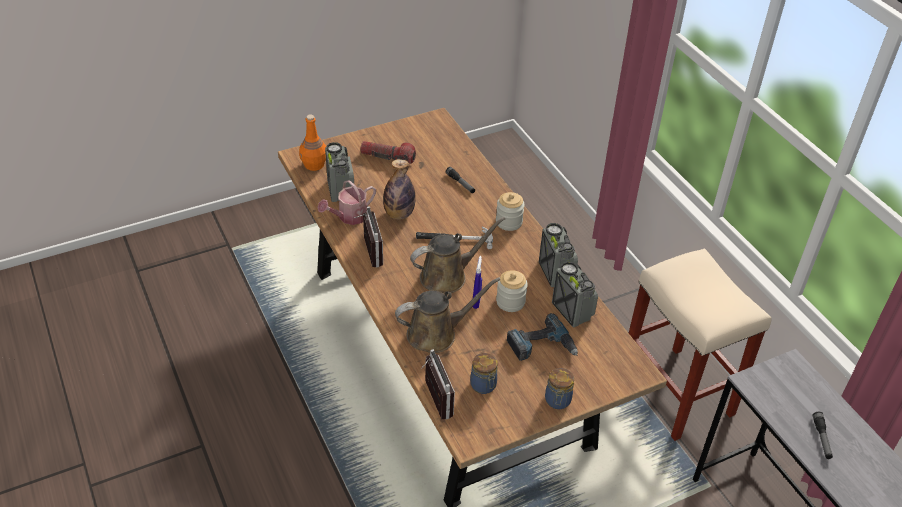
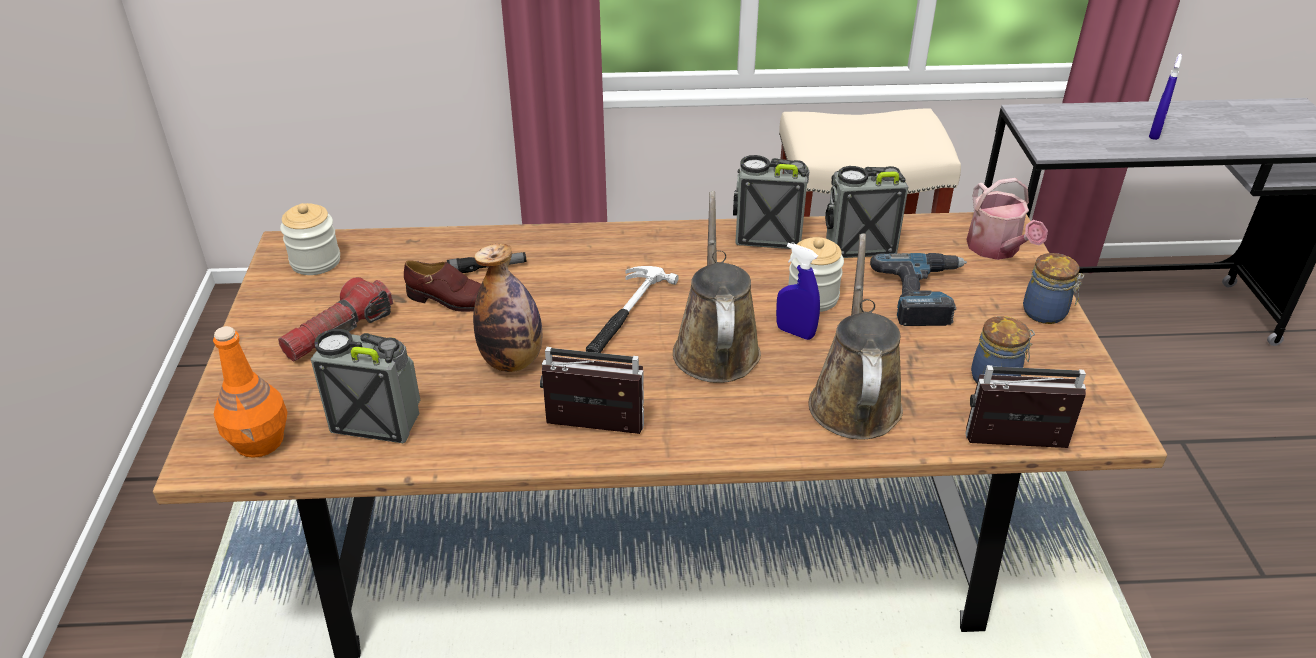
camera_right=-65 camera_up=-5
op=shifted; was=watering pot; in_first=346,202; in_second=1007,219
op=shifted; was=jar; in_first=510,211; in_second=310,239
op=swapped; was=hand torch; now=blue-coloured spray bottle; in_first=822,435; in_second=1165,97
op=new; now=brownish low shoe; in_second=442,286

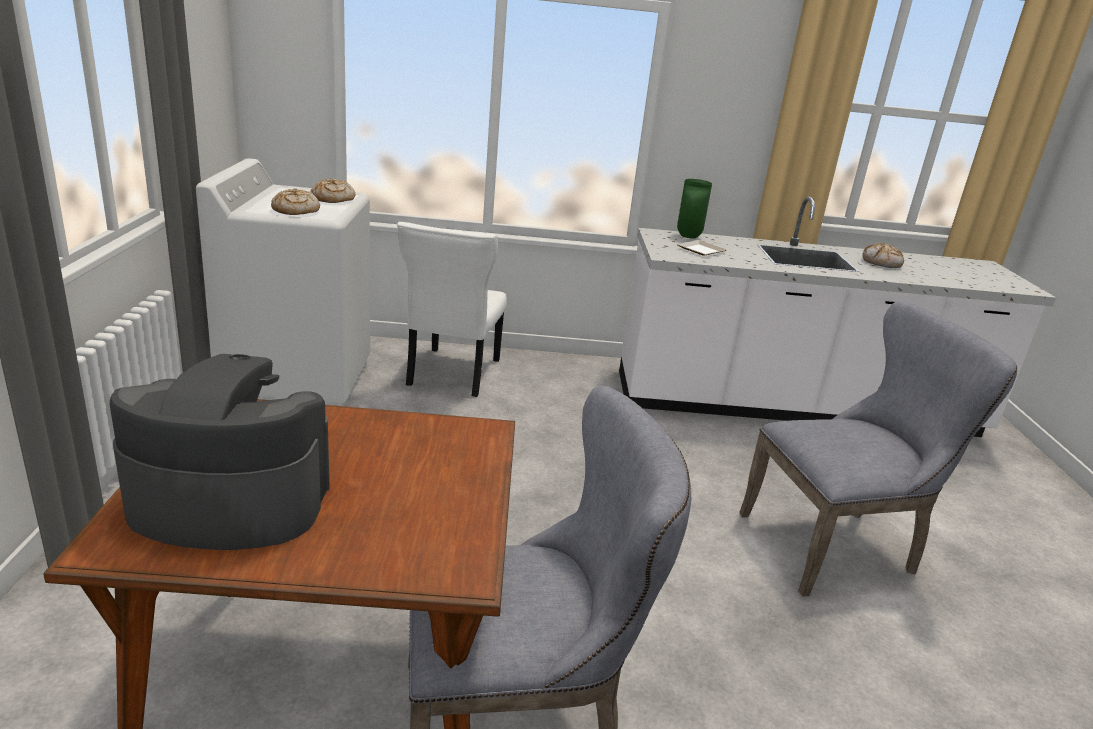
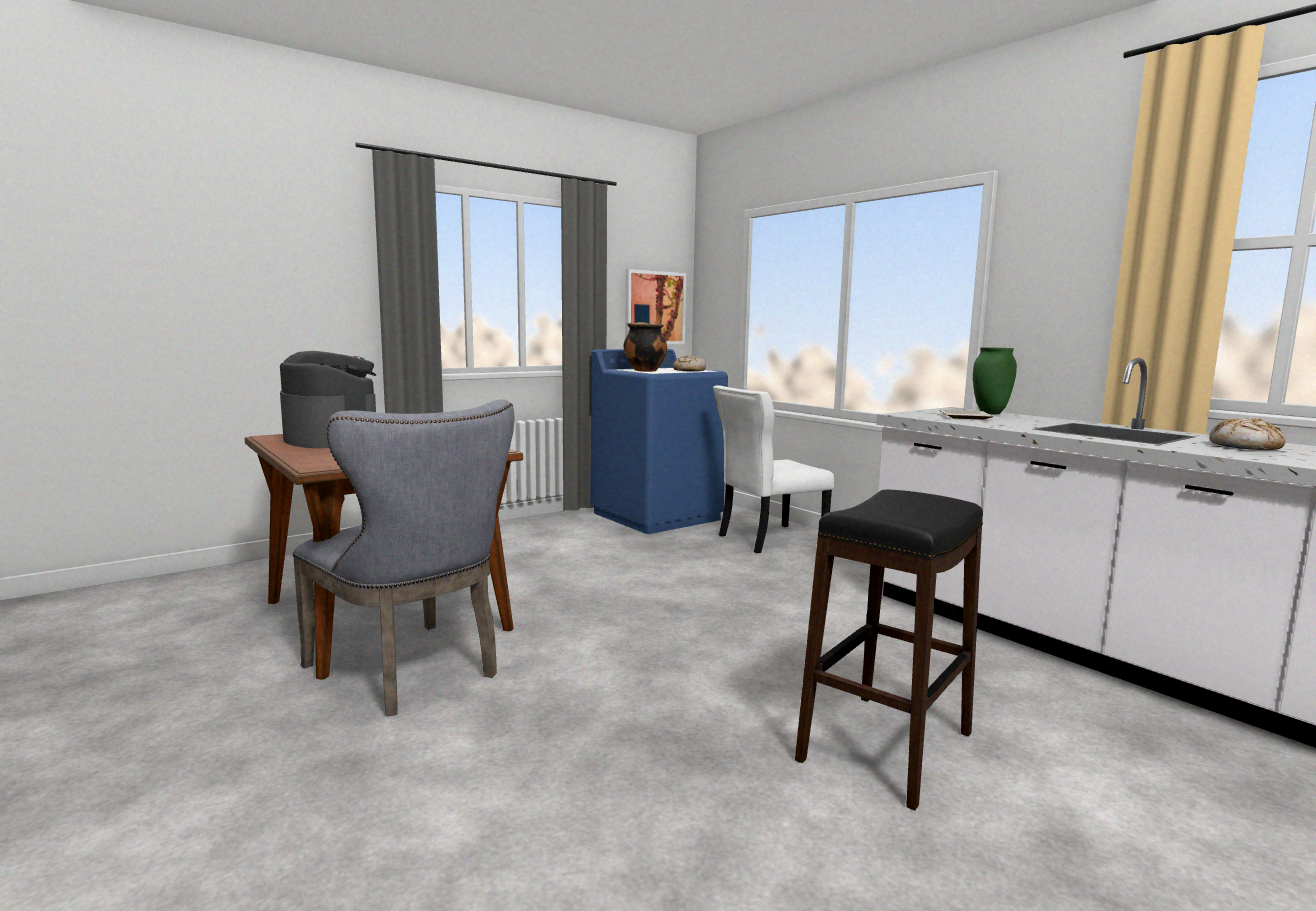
camera_right=55 camera_up=-15
op=repainted; was=whitish laundry machine; now=blue-coloured laundry machine; in_first=283,282; in_second=659,441
op=swapped; was=baked bread; now=saucepot; in_first=295,201; in_second=645,347
op=swapped; was=grey plain chair; now=black-coloured stool seat; in_first=878,448; in_second=889,650
op=new; now=picture; in_second=655,306

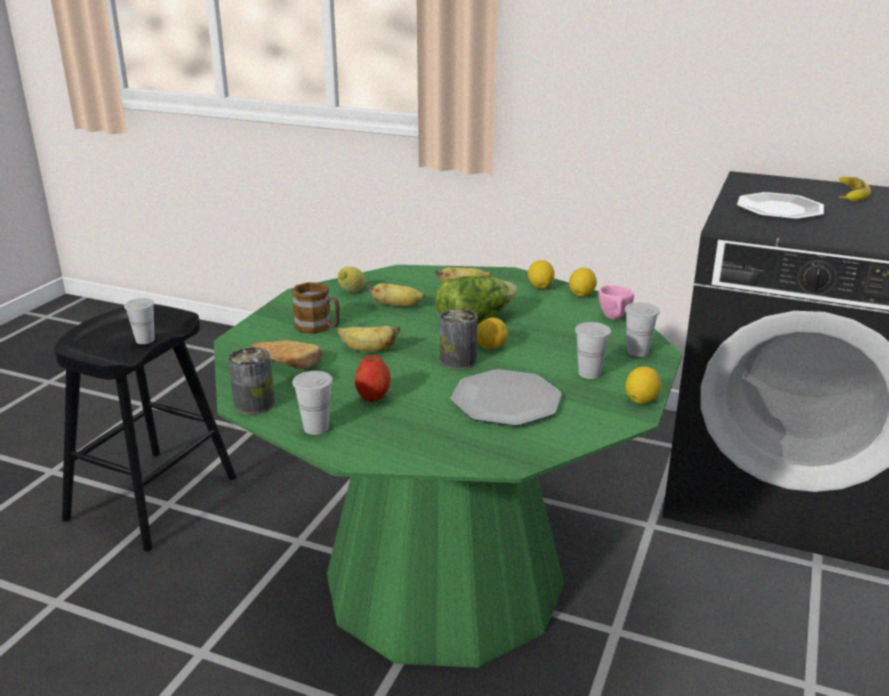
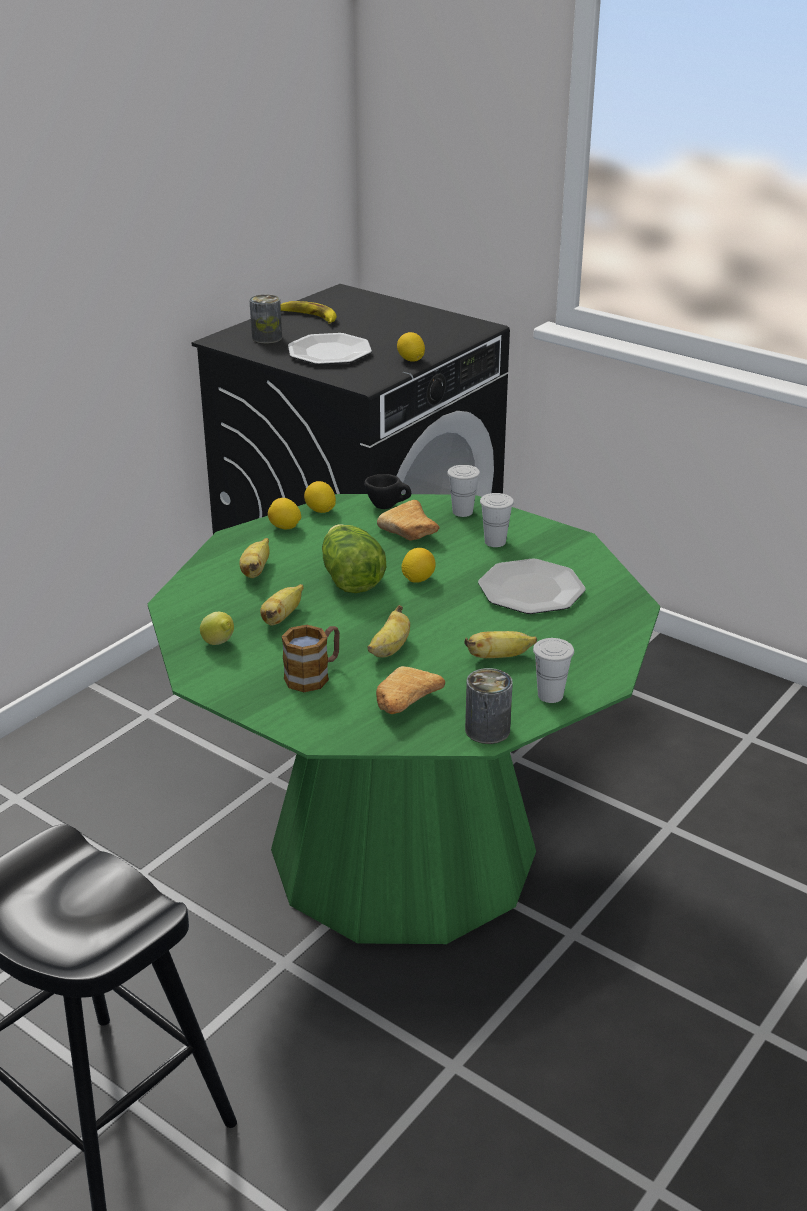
camera_right=-75 camera_up=5
op=gone; was=whitish drinking cup; in_first=139,321
op=swapped; was=apple fruit; now=banana fruit; in_first=373,378; in_second=500,644
op=shifted; was=metal can; in_first=458,338; in_second=266,319
op=repainted; was=pink-coloured drinking cup; now=black-coloured drinking cup; in_first=616,302; in_second=387,491
op=shifted; was=whole lemon; in_first=643,385; in_second=411,347
op=new; now=baked bread; in_second=408,520

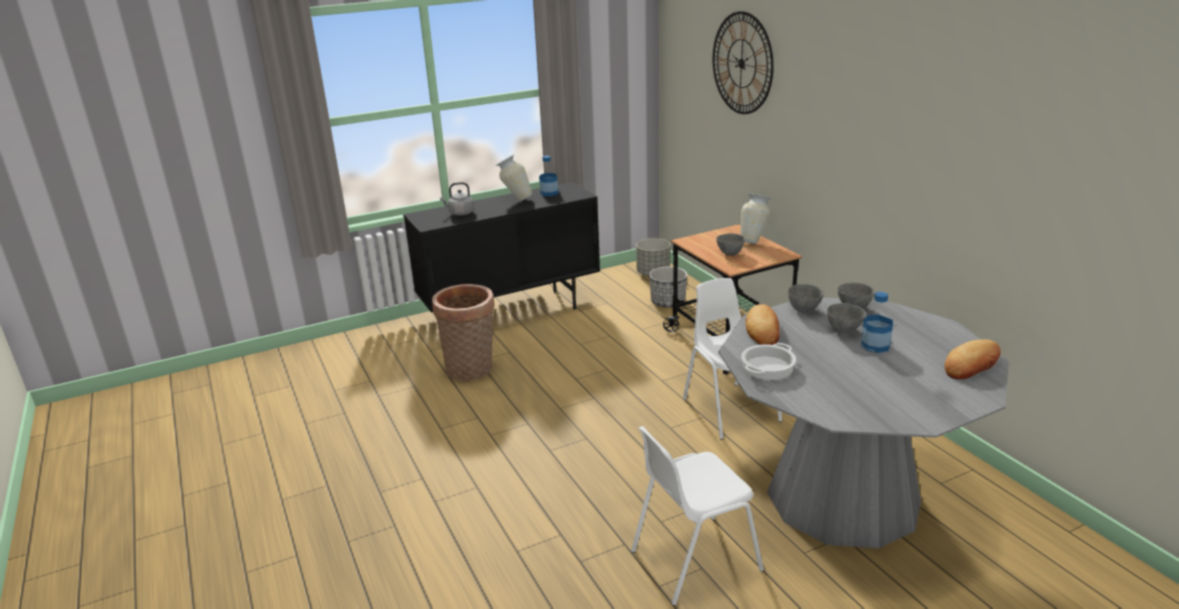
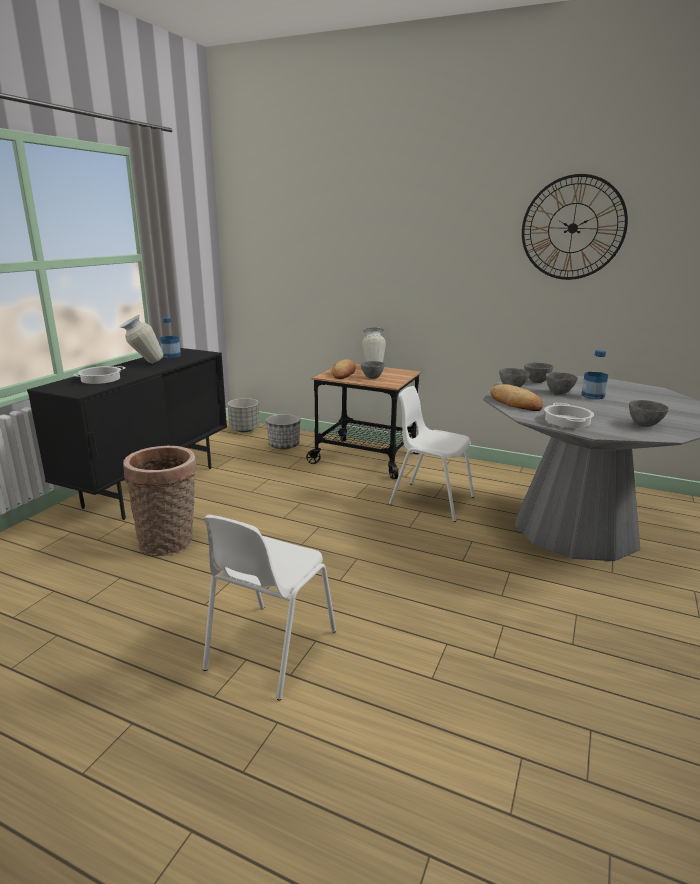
camera_right=-40 camera_up=-5
op=swapped; was=grey kettle; now=saucepot; in_first=457,198; in_second=99,375
op=shifted; was=whitish plain chair; in_first=697,516; in_second=269,607
op=shifted; was=wall clock; in_first=743,62; in_second=575,227
op=shifted; was=baked bread; in_first=973,359; in_second=344,369
op=new; now=grey bowl; in_second=649,413

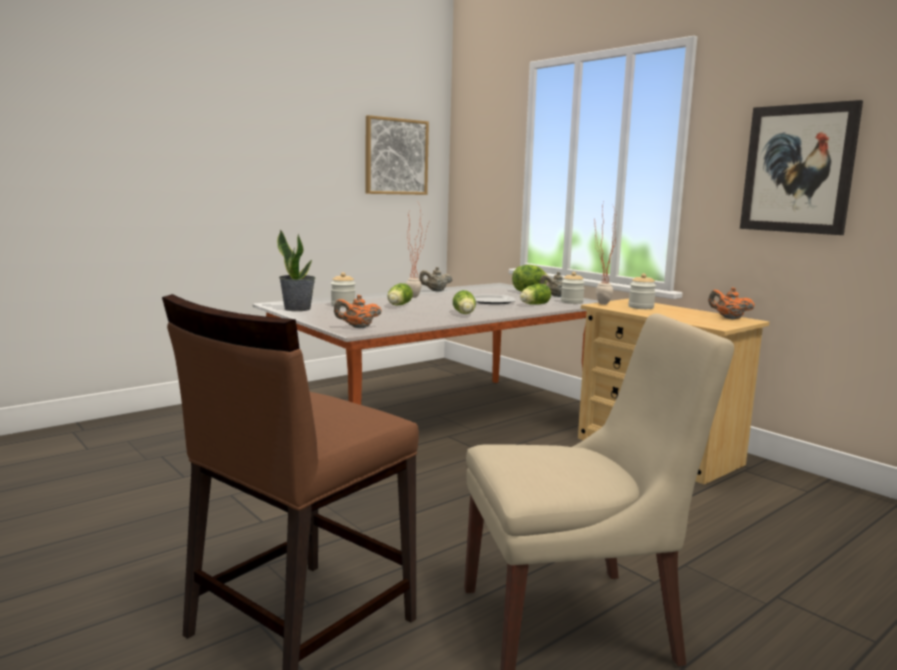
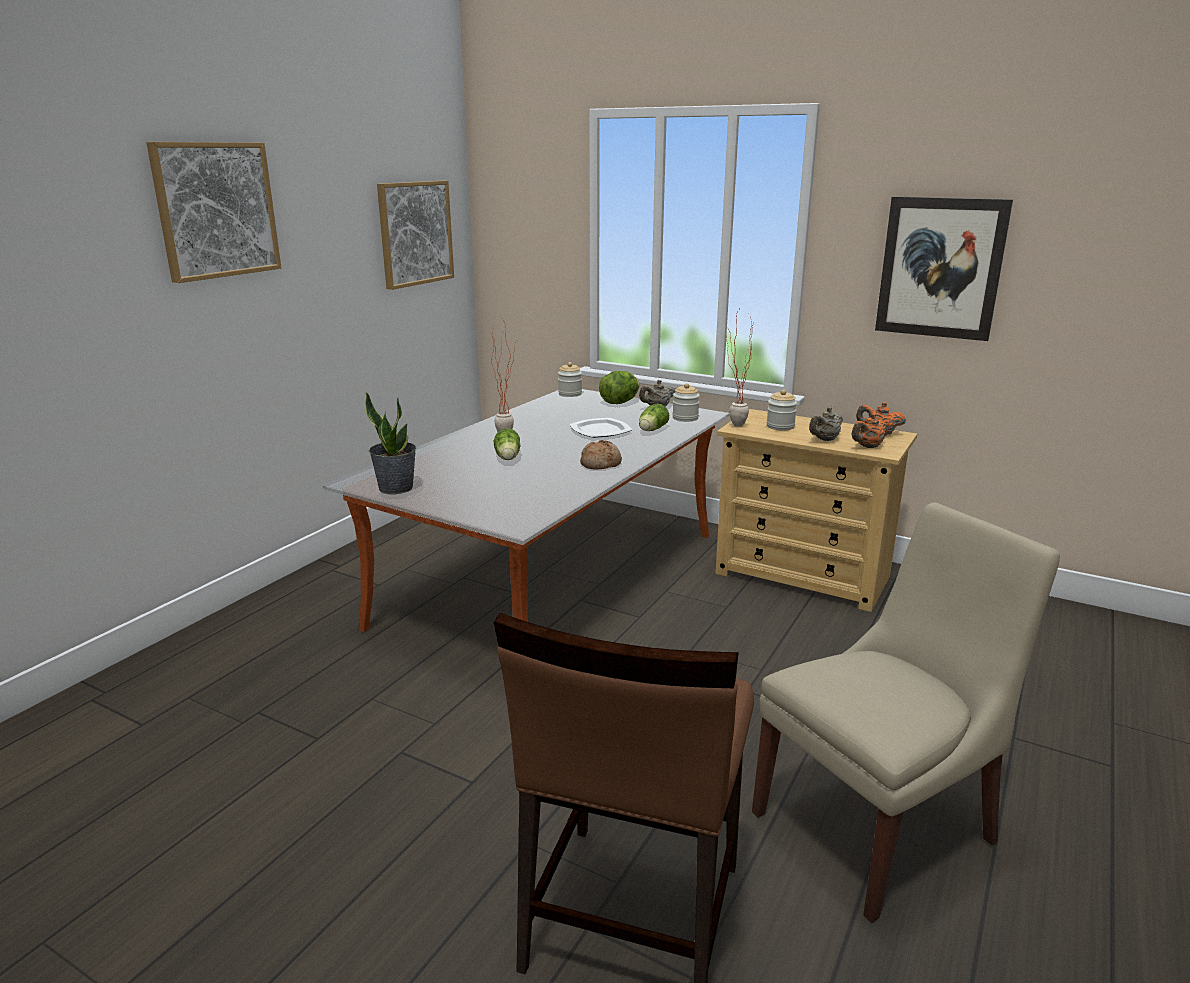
camera_right=-20 camera_up=10
op=shifted; was=jar; in_first=343,289; in_second=570,379
op=shifted; was=orange-coloured pot for tea; in_first=358,311; in_second=869,431
op=shifted; was=sand-coloured pot for tea; in_first=436,279; in_second=826,424
op=swapped; was=head of lettuce; now=baked bread; in_first=464,302; in_second=601,455
op=new; now=picture; in_second=213,212

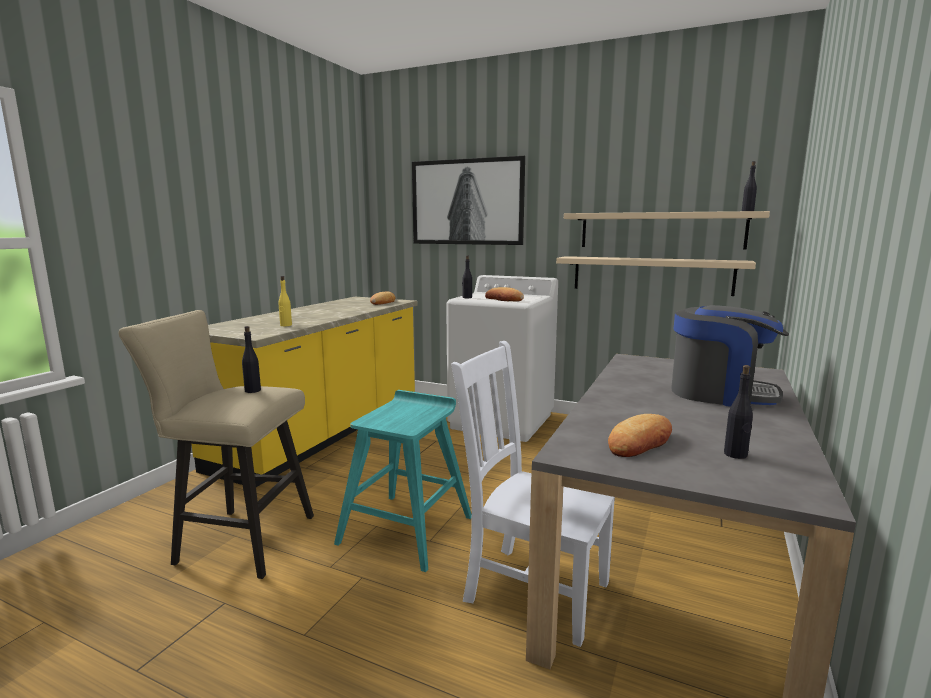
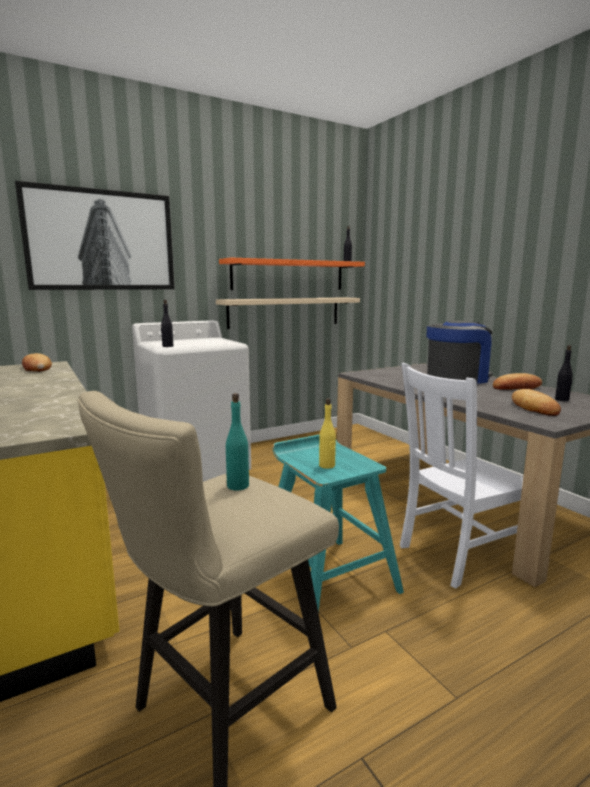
camera_right=-55 camera_up=0
op=repainted; was=black-coloured drink bottle; now=turquoise drink bottle; in_first=251,359; in_second=237,441
op=shifted; was=yellowish drink bottle; in_first=285,301; in_second=327,433
op=shifted; was=baked bread; in_first=504,294; in_second=517,381
op=repainted; was=sand-coloured shelf; now=orange-coloured shelf; in_first=667,230; in_second=292,274

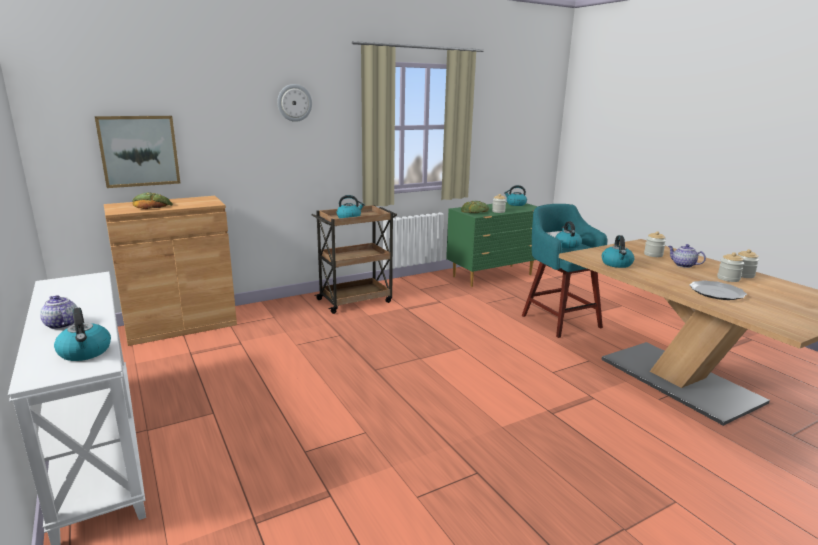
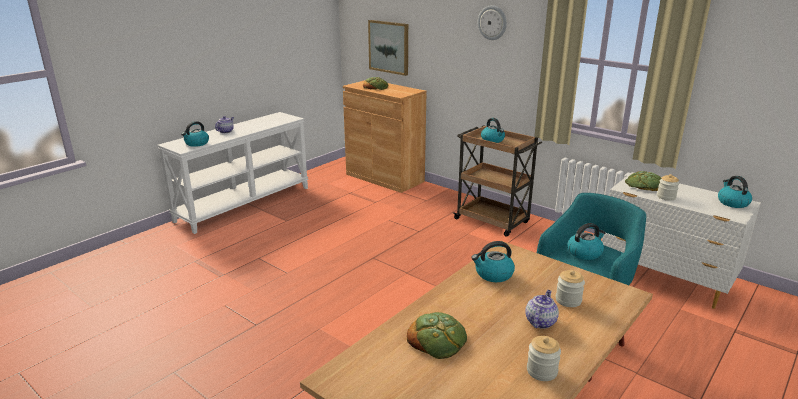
camera_right=70 camera_up=5
op=repainted; was=greenish chest of drawers; now=whitish chest of drawers; in_first=492,244; in_second=681,240
op=swapped; was=dinner plate; now=baked bread; in_first=718,290; in_second=437,335
op=gone; was=jar; in_first=730,267

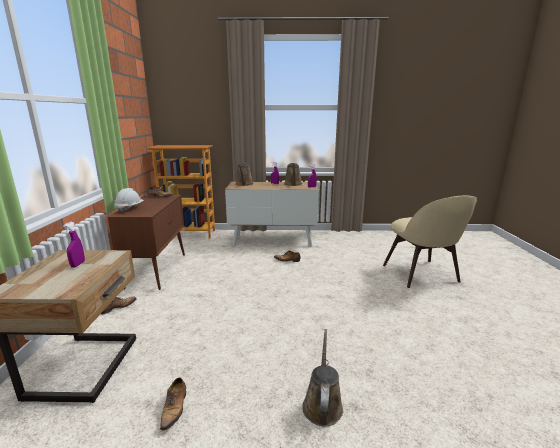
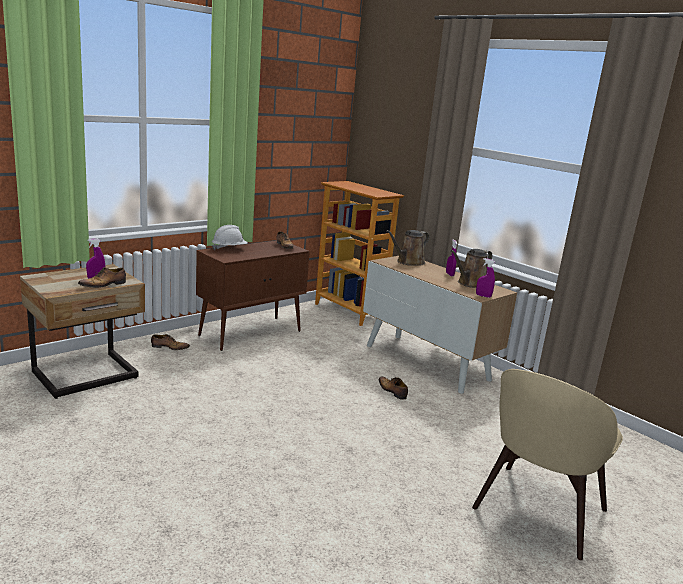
camera_right=45 camera_up=0
op=shifted; was=low shoe; in_first=173,404; in_second=102,277
op=gone; was=brownish watering pot; in_first=322,378

